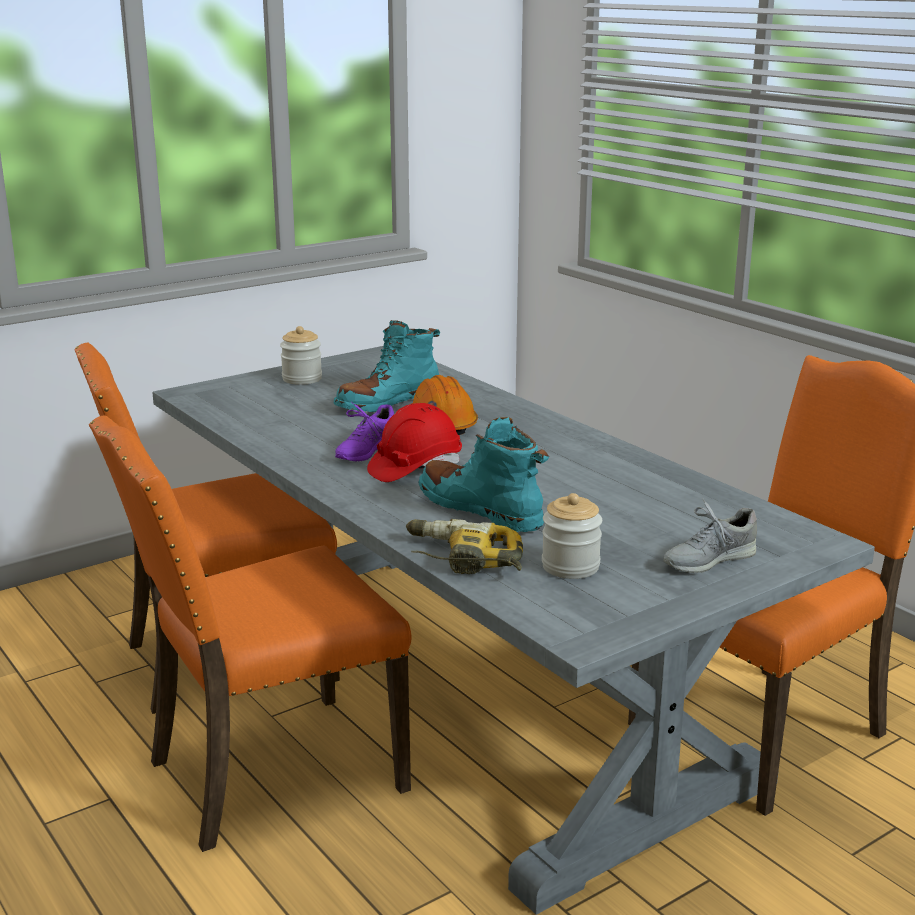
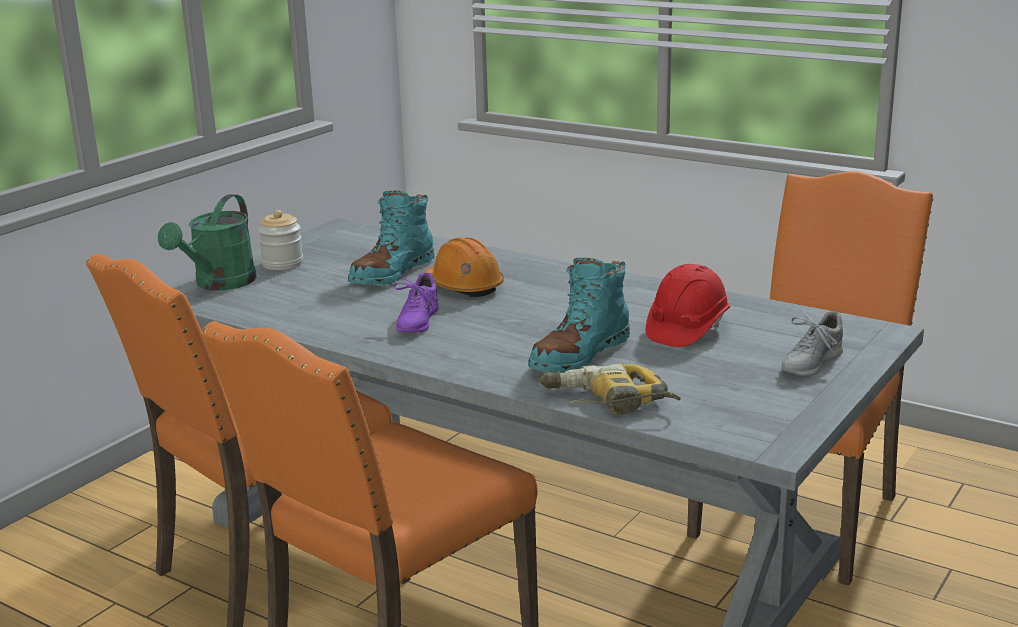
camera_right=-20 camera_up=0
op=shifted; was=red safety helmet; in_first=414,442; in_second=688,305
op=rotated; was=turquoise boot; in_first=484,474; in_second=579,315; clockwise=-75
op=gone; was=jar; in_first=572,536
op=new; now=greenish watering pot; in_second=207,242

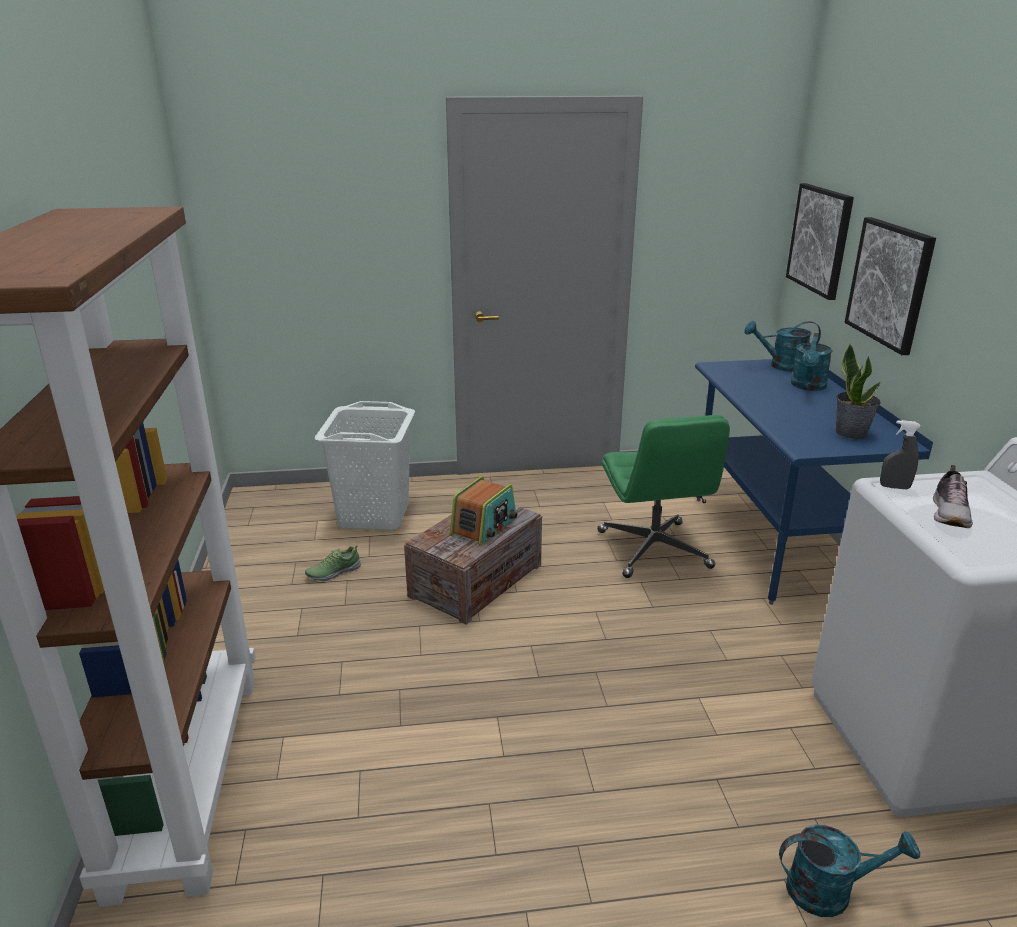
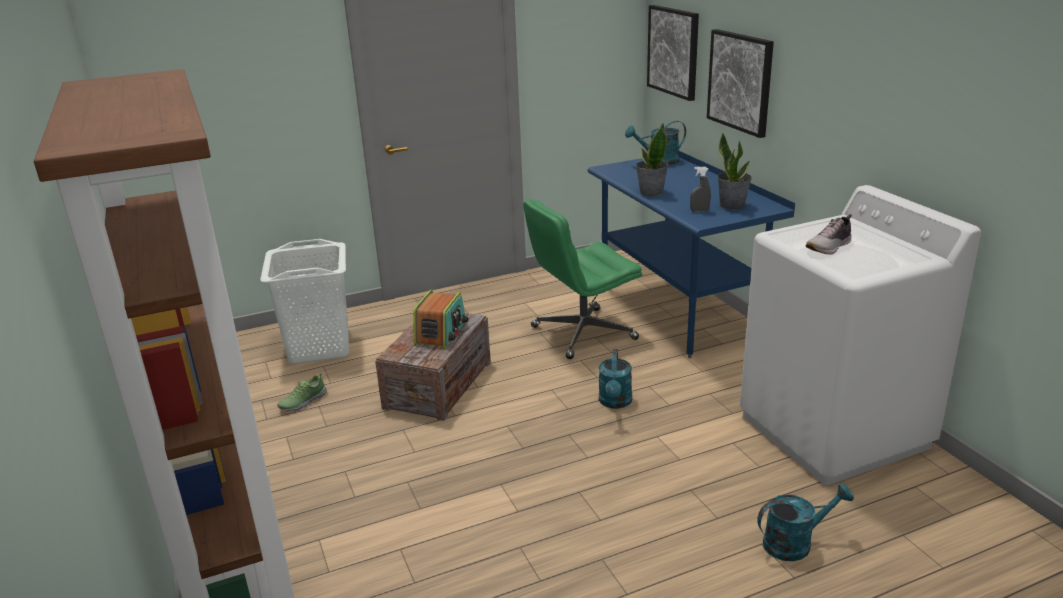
camera_right=-15 camera_up=0
op=rotated; was=greenish office chair; in_first=664,496; in_second=582,279; clockwise=90
op=shifted; was=turquoise watering pot; in_first=812,362; in_second=615,379
op=shifted; was=grey spray bottle; in_first=900,454; in_second=700,189
op=rotated; was=low shoe; in_first=953,496; in_second=828,234; clockwise=45
op=new; now=plant in a pot; in_second=652,159

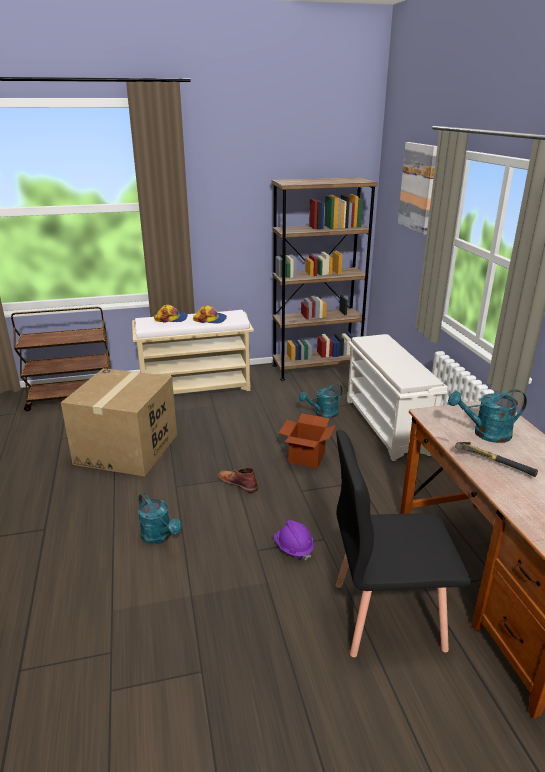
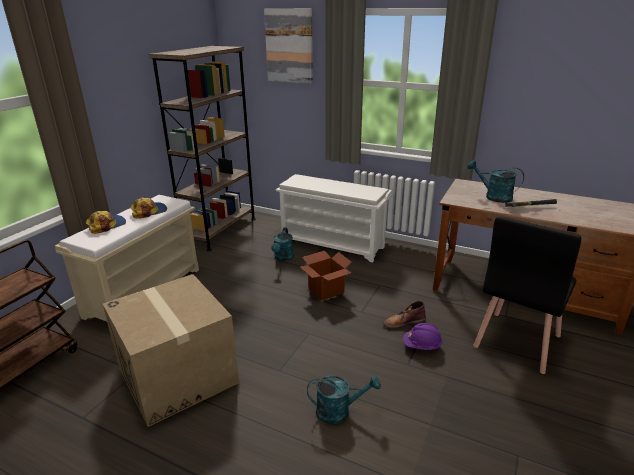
camera_right=-50 camera_up=0
op=shifted; was=brownish boot; in_first=238,480; in_second=404,314
op=rotated; was=turquoise watering pot; in_first=487,416; in_second=495,181; clockwise=90

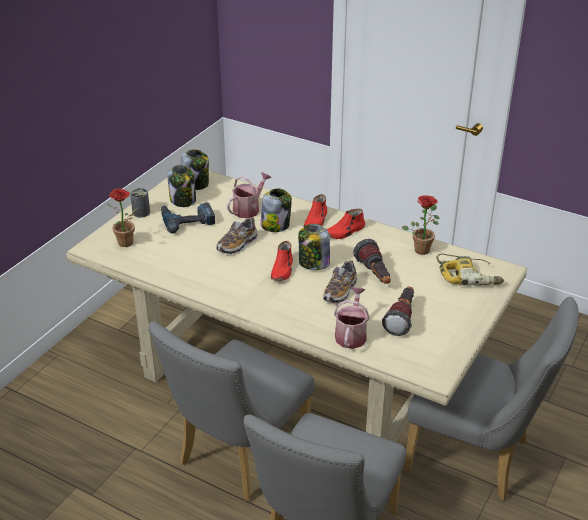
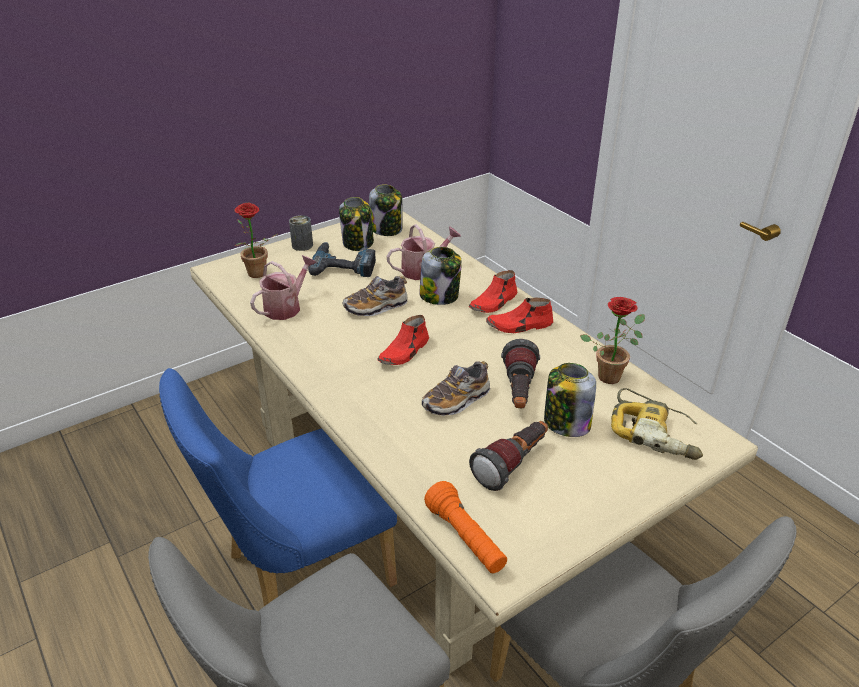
camera_right=25 camera_up=0
op=repainted; was=grey plain chair; now=blue-coloured plain chair; in_first=231,411; in_second=278,487
op=shifted; was=jar; in_first=314,247; in_second=570,400
op=shifted; was=watering pot; in_first=352,318; in_second=283,287
op=new; now=orange-coloured hand torch; in_second=465,527

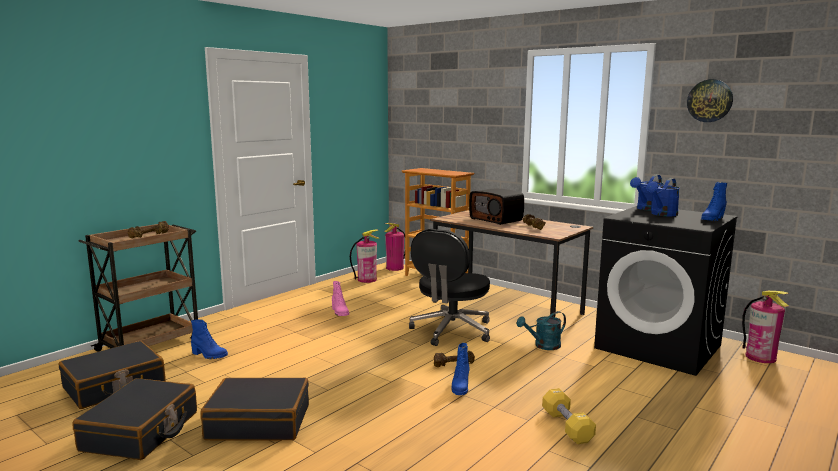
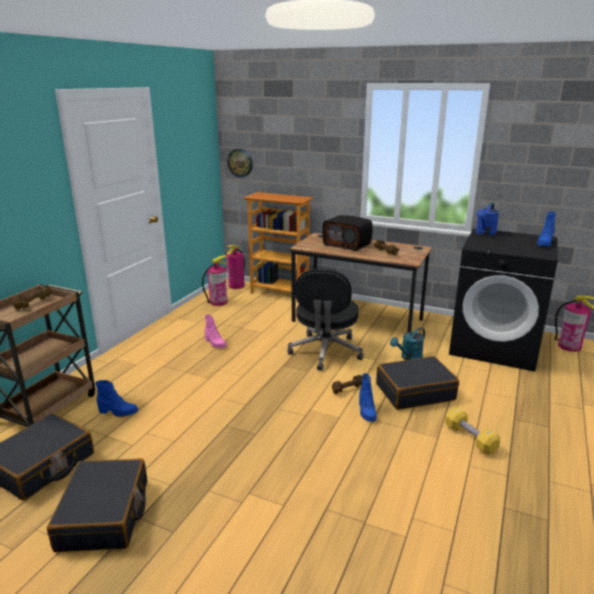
camera_right=-15 camera_up=10
op=shifted; was=black-coloured piece of luggage; in_first=254,409; in_second=417,383
op=gone; was=blue-coloured watering pot; in_first=663,197
op=shifted; was=wall clock; in_first=710,100; in_second=240,163

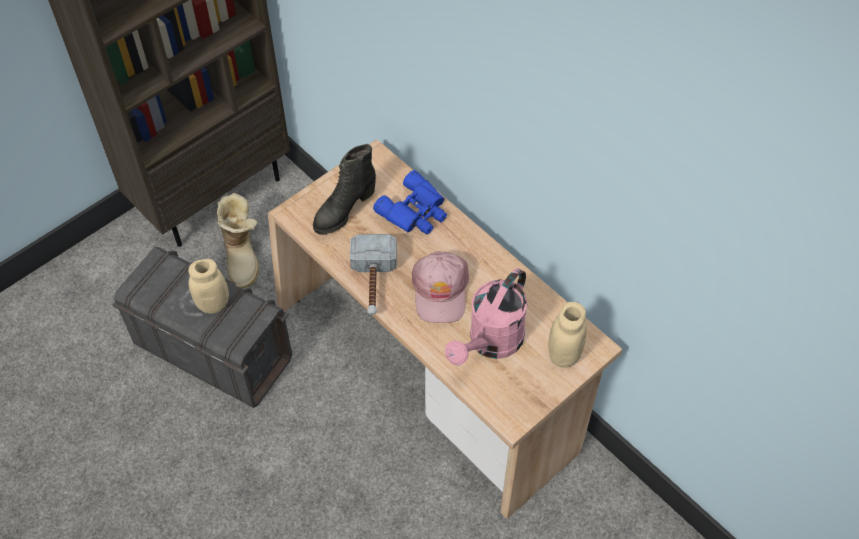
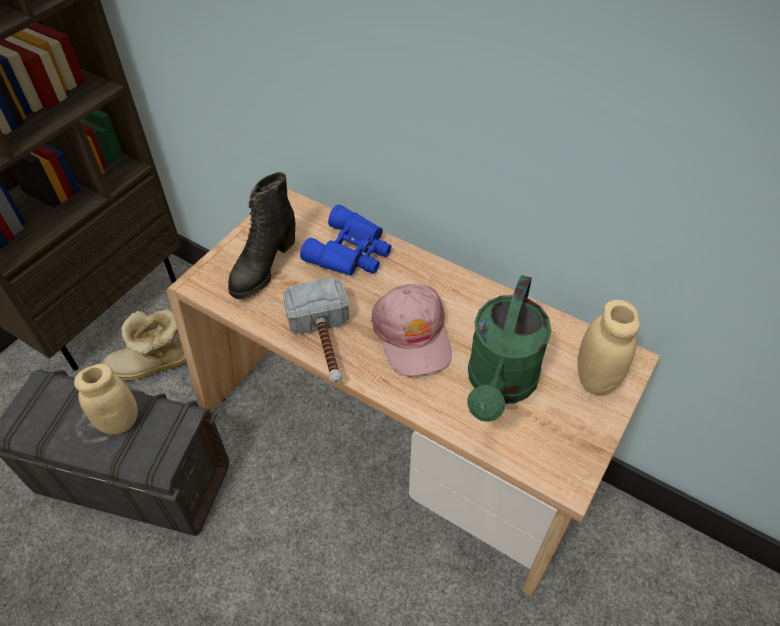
camera_right=-15 camera_up=-5
op=rotated; was=boot; in_first=238,240; in_second=143,345; clockwise=105
op=repainted; was=pink-coloured watering pot; now=greenish watering pot; in_first=486,316; in_second=509,348

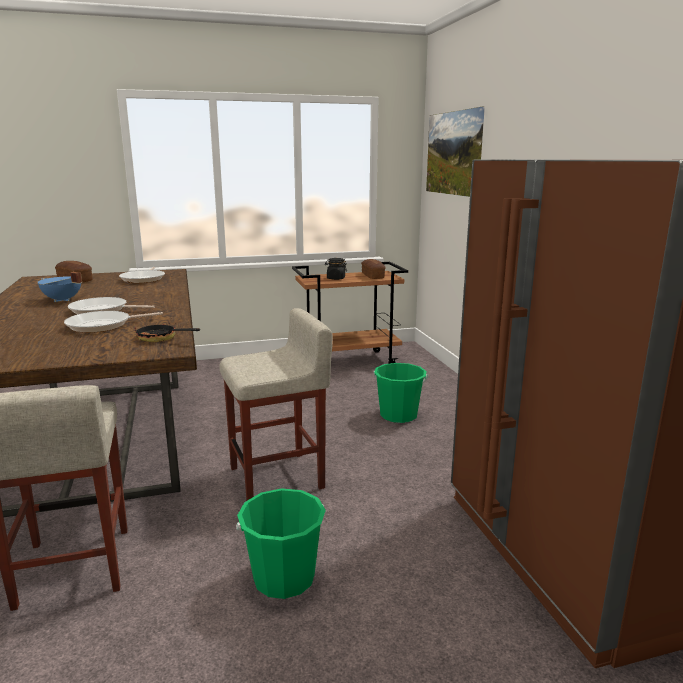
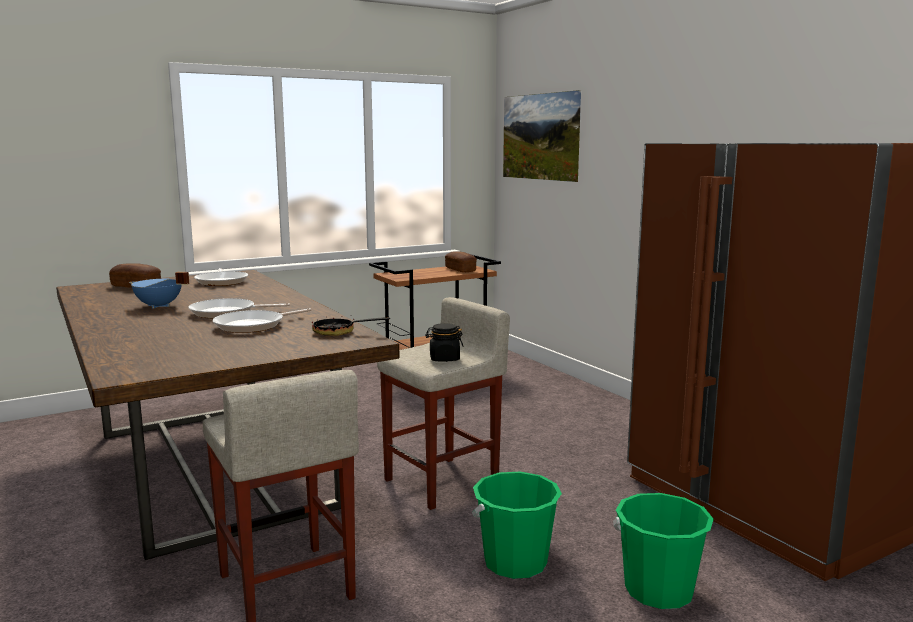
camera_right=-15 camera_up=-5
op=shifted; was=black-coloured jar; in_first=336,269; in_second=444,342
op=shifted; was=greenish bucket; in_first=400,393; in_second=663,551

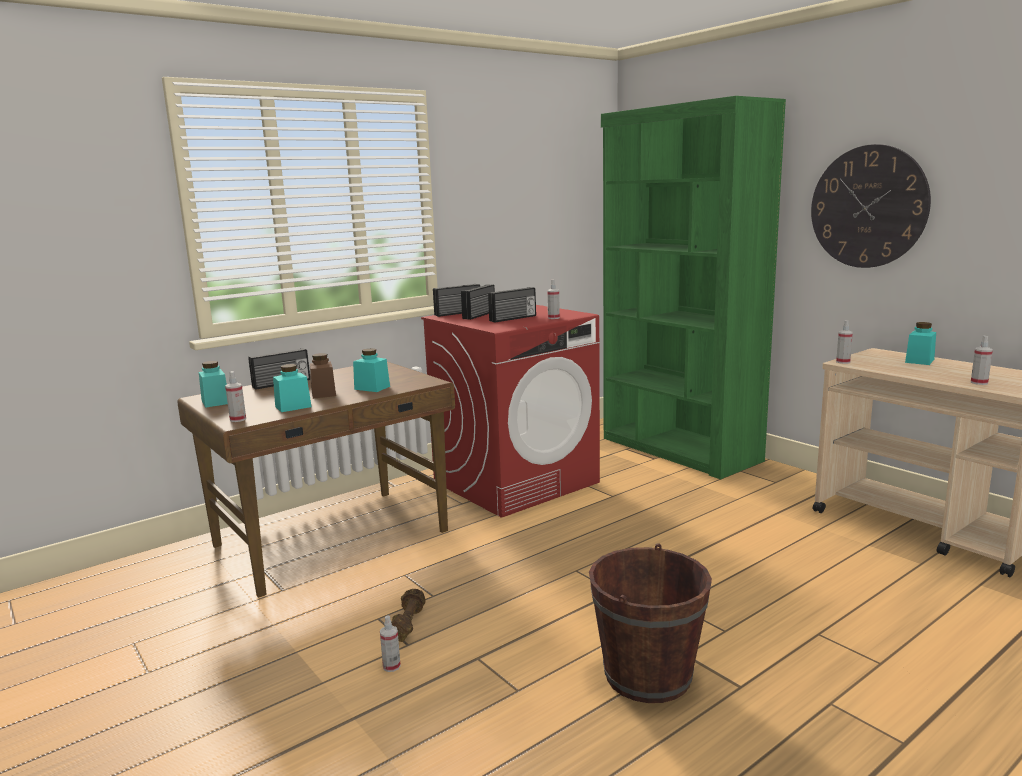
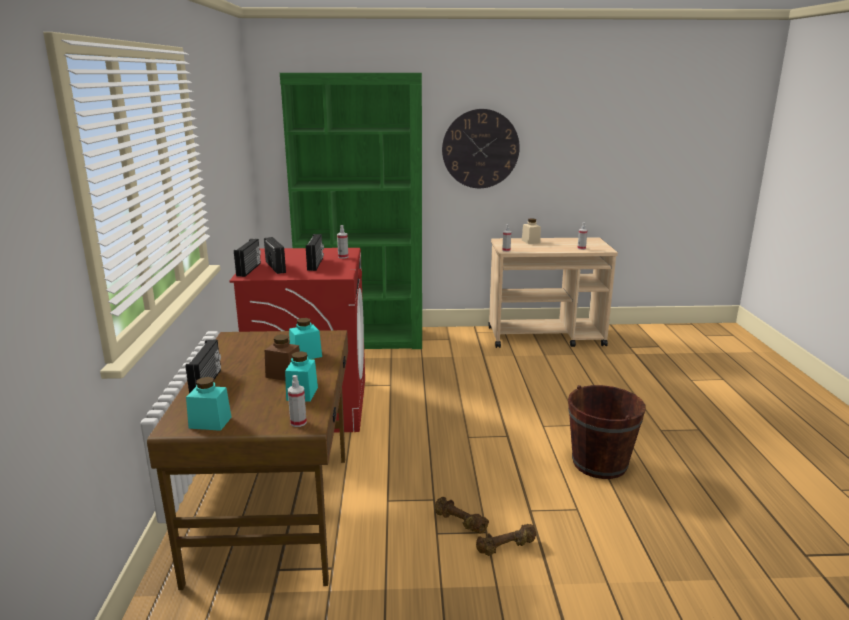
camera_right=-55 camera_up=5
op=swapped; was=spray bottle; now=brownish hand weight; in_first=390,643; in_second=506,540
op=repainted; was=turquoise jar; now=sand-coloured jar; in_first=920,343; in_second=531,231

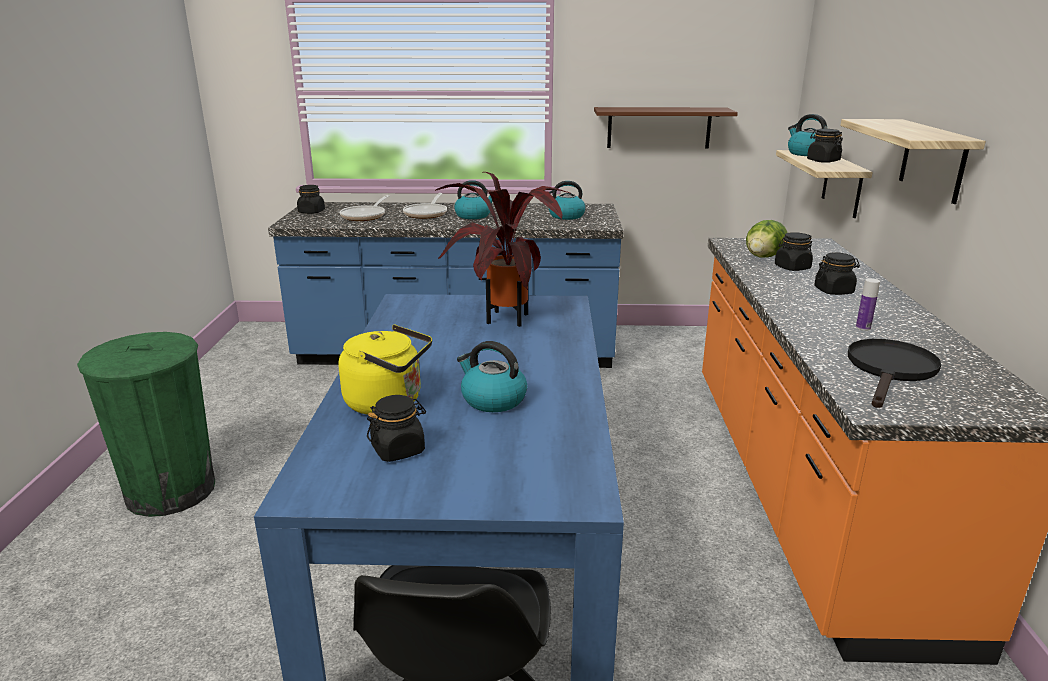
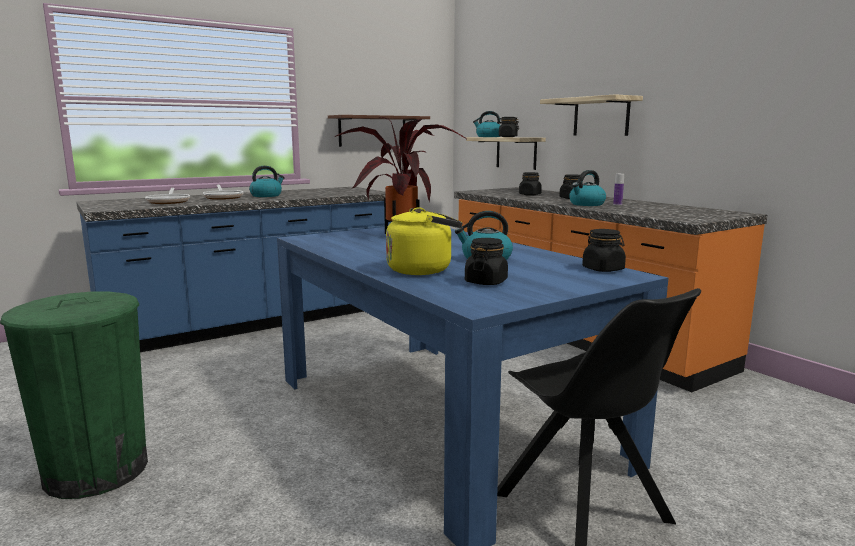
camera_right=-35 camera_up=-10
op=shifted; was=black-coloured jar; in_first=311,199; in_second=604,250
op=shifted; was=kettle; in_first=567,200; in_second=587,188
op=gone; was=head of lettuce; in_first=767,239
op=gone; was=black-coloured pan; in_first=894,373

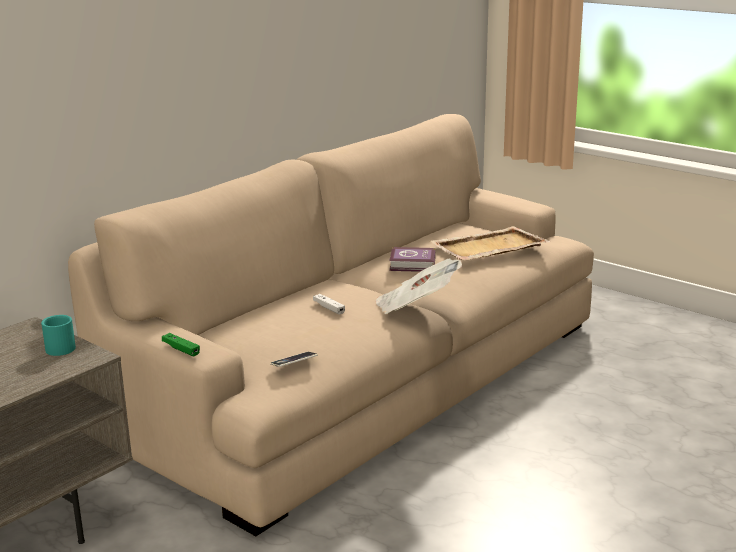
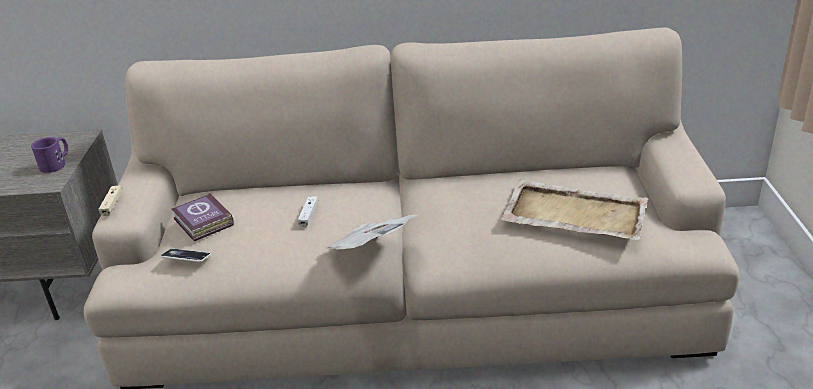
camera_right=50 camera_up=10
op=repainted; was=turquoise tea mug; now=purplish tea mug; in_first=58,335; in_second=49,155
op=repainted; was=greenish joypad; now=sand-coloured joypad; in_first=181,344; in_second=110,200
op=shifted; was=volume; in_first=412,259; in_second=203,217

